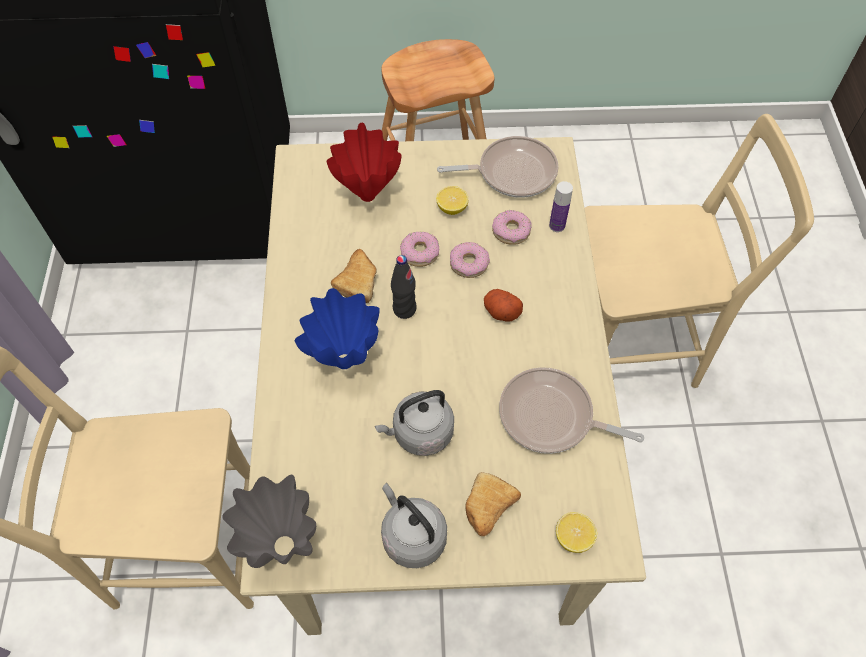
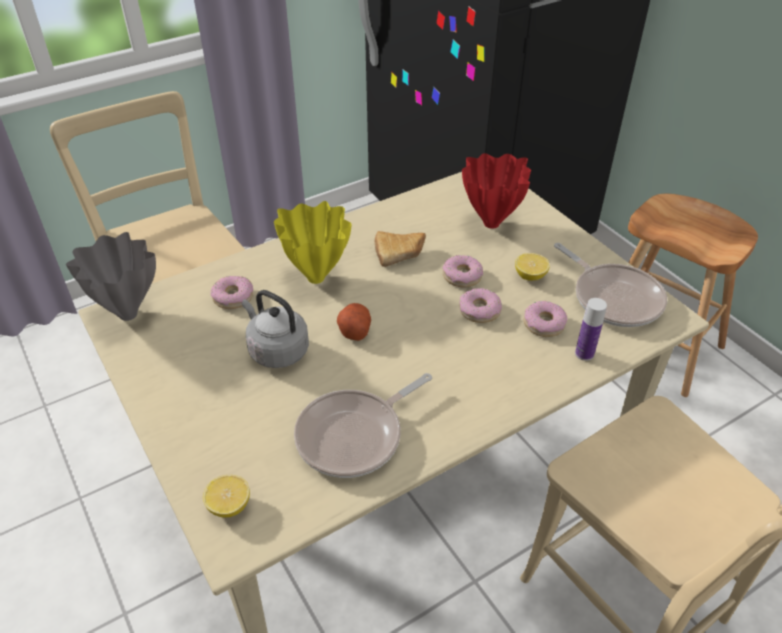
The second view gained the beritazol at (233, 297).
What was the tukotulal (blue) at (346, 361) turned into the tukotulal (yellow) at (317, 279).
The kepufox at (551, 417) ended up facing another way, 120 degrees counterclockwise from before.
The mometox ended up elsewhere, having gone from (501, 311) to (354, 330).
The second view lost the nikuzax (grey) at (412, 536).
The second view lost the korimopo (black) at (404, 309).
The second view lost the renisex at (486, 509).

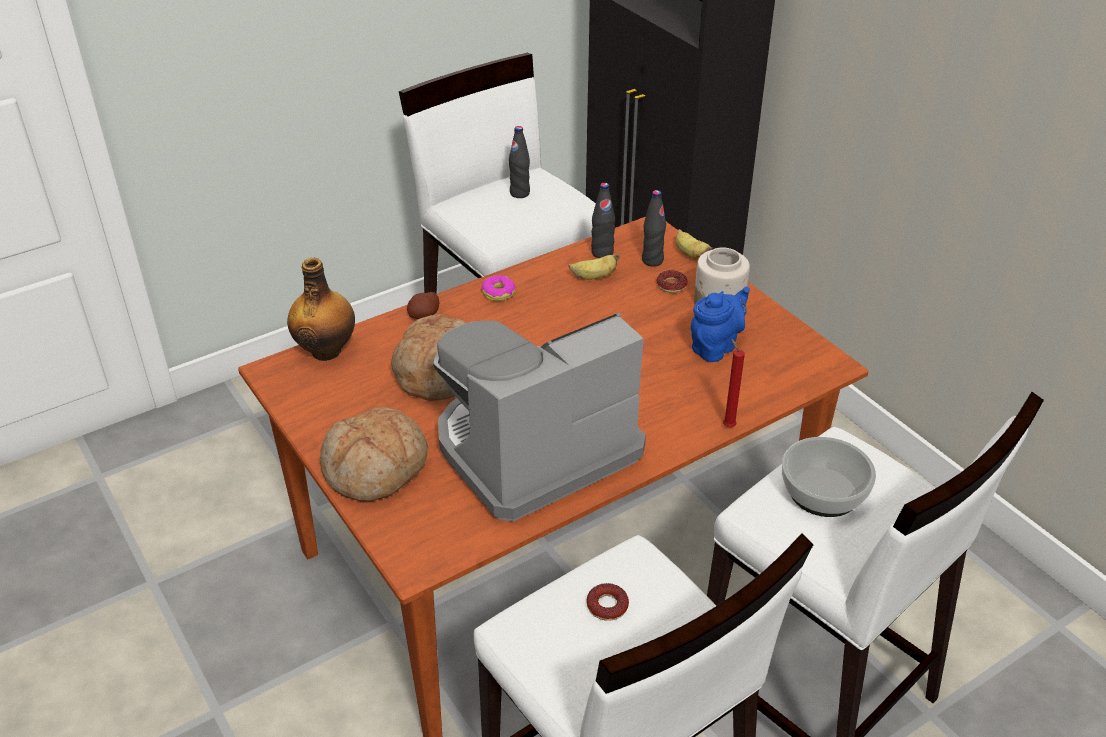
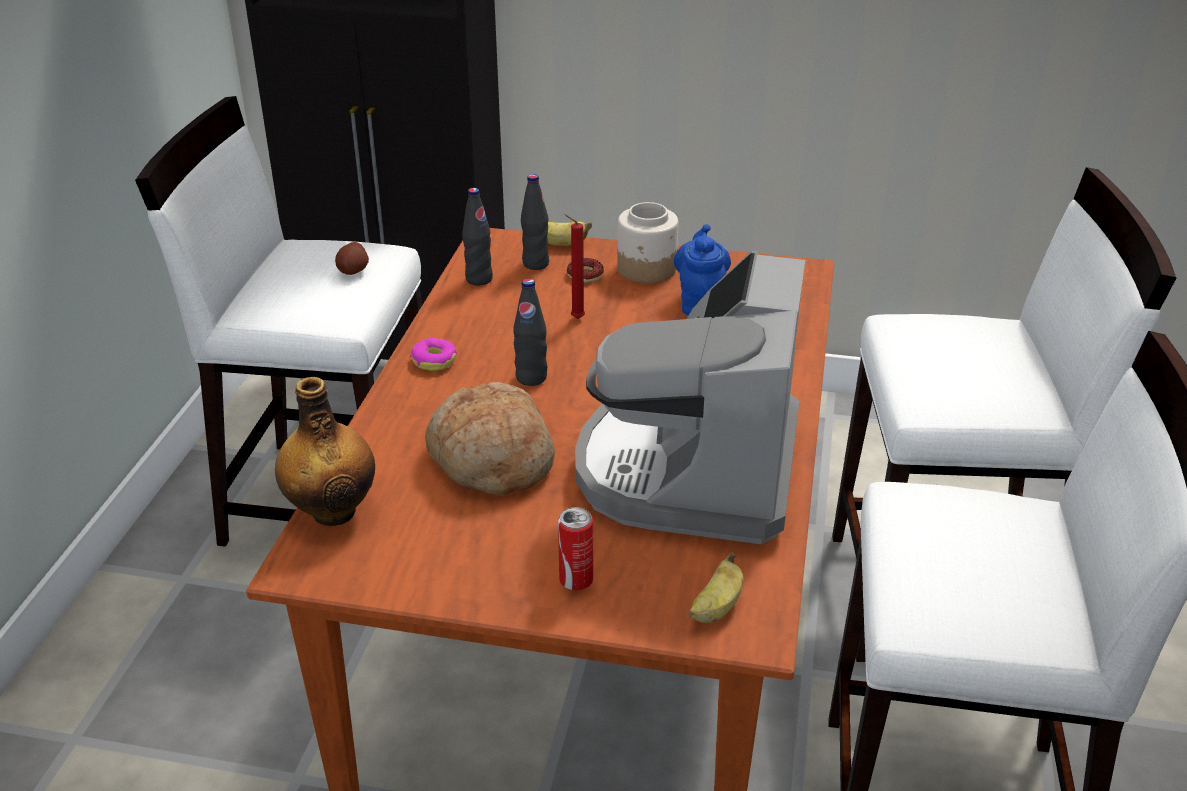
The mometox ended up elsewhere, having gone from (424, 315) to (353, 270).
The korimopo (black) ended up elsewhere, having gone from (519, 193) to (531, 378).
Where the renisex stood at (376, 468), the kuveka came to stand at (576, 580).
The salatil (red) ended up elsewhere, having gone from (727, 425) to (575, 318).
The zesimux ended up elsewhere, having gone from (594, 277) to (716, 608).
The second view lost the beritazol at (607, 605).
The second view lost the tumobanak at (824, 492).

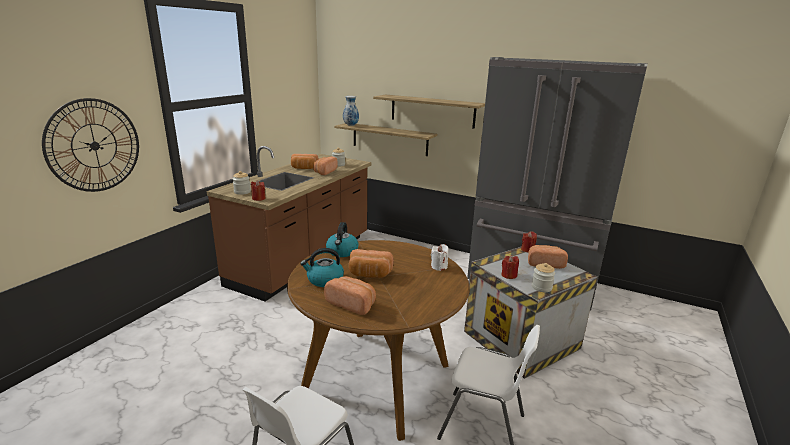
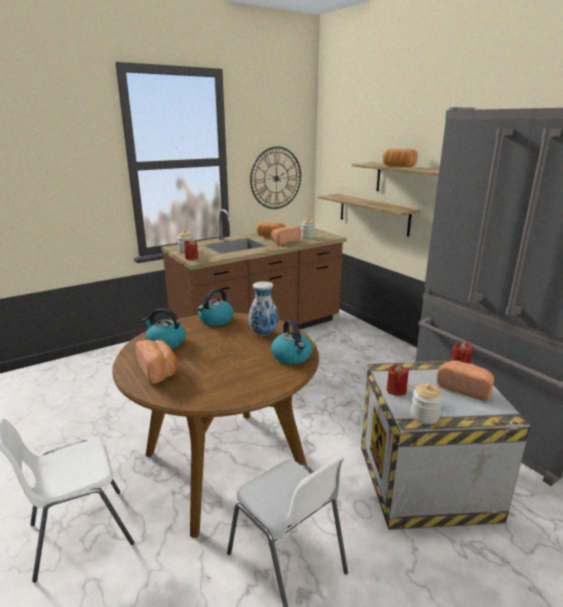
The tukotulal ended up elsewhere, having gone from (350, 125) to (263, 333).
The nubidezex ended up elsewhere, having gone from (94, 145) to (276, 178).
Where the salatil (white) stood at (439, 267), the nikuzax came to stand at (292, 356).
The renisex ended up elsewhere, having gone from (369, 274) to (397, 166).

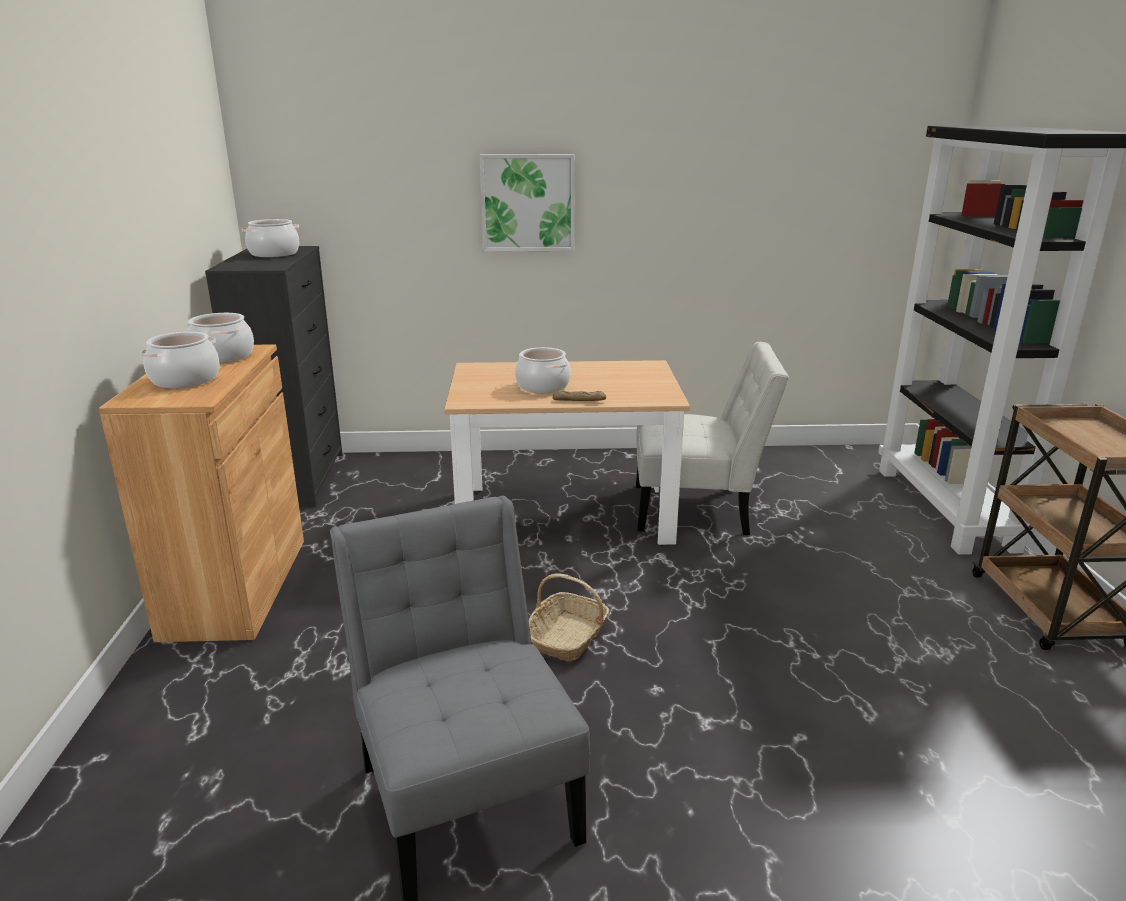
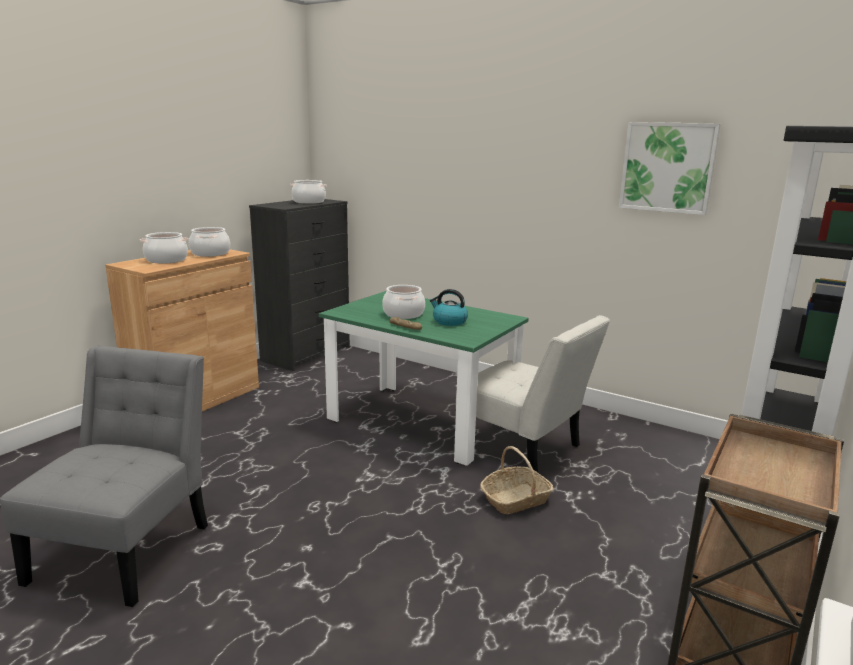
What was the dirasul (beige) at (564, 516) turned into the dirasul (green) at (421, 422).
The second view gained the nikuzax at (449, 321).
The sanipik ended up elsewhere, having gone from (568, 637) to (515, 499).
The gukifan ended up elsewhere, having gone from (528, 203) to (667, 167).

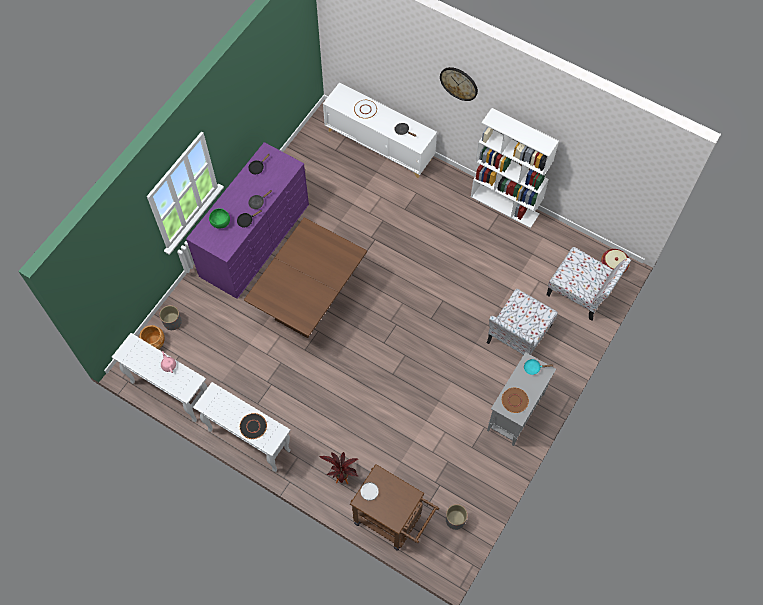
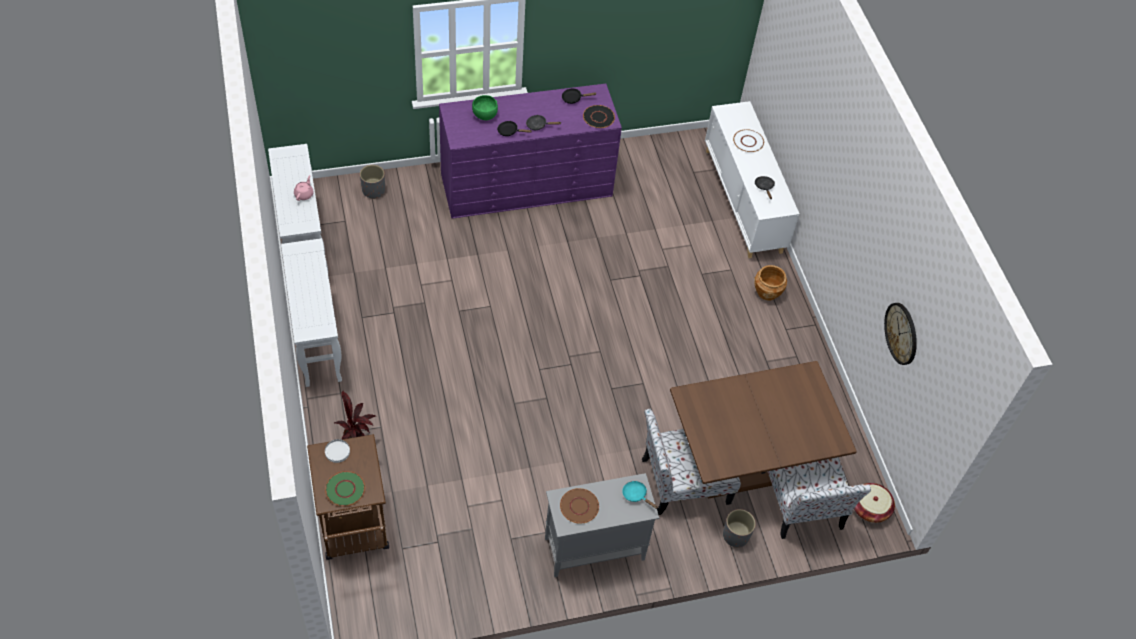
The second view gained the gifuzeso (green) at (345, 489).
The gifuzeso (black) ended up elsewhere, having gone from (253, 426) to (598, 117).
The dirasul (brown) ended up elsewhere, having gone from (310, 303) to (746, 465).
The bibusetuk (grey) ended up elsewhere, having gone from (455, 520) to (736, 536).
The bibusetuk (brown) ended up elsewhere, having gone from (154, 343) to (767, 292).
The nubidezex ended up elsewhere, having gone from (459, 83) to (901, 333).
The second view lost the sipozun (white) at (505, 205).

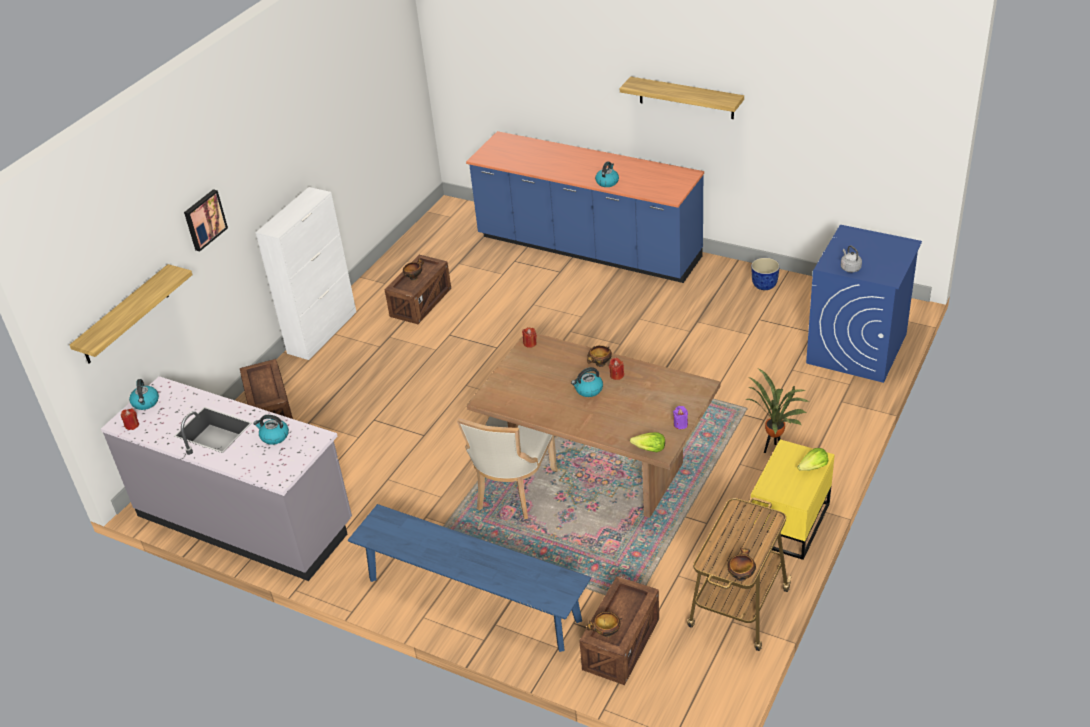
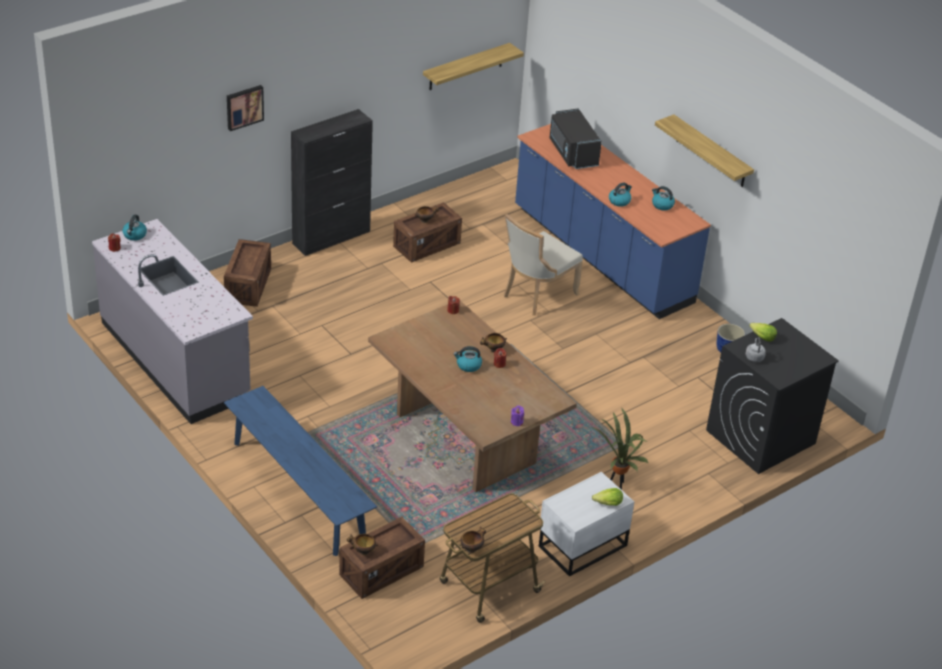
What was the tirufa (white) at (322, 332) turned into the tirufa (black) at (331, 237).
The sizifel ended up elsewhere, having gone from (124, 315) to (466, 67).
The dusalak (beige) ended up elsewhere, having gone from (513, 491) to (536, 295).
What was the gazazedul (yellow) at (788, 523) turned into the gazazedul (white) at (580, 545).
The second view gained the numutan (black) at (572, 153).
The nikuzax ended up elsewhere, having gone from (274, 436) to (662, 205).
What was the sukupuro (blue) at (856, 349) turned into the sukupuro (black) at (760, 437).
The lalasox ended up elsewhere, having gone from (649, 449) to (762, 337).

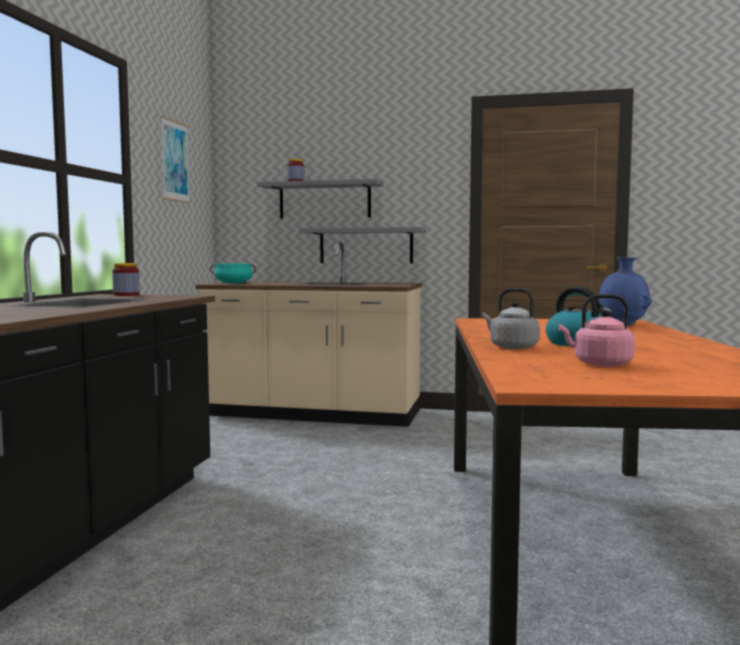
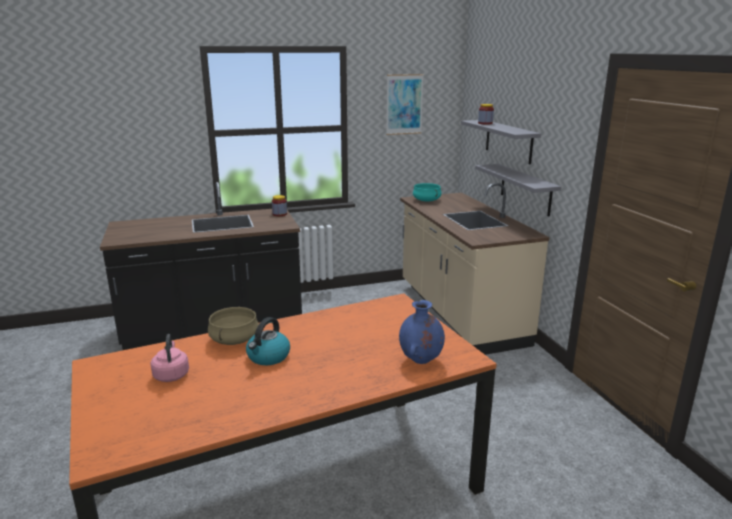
Where the nikuzax (grey) stood at (511, 347), the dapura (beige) came to stand at (234, 339).

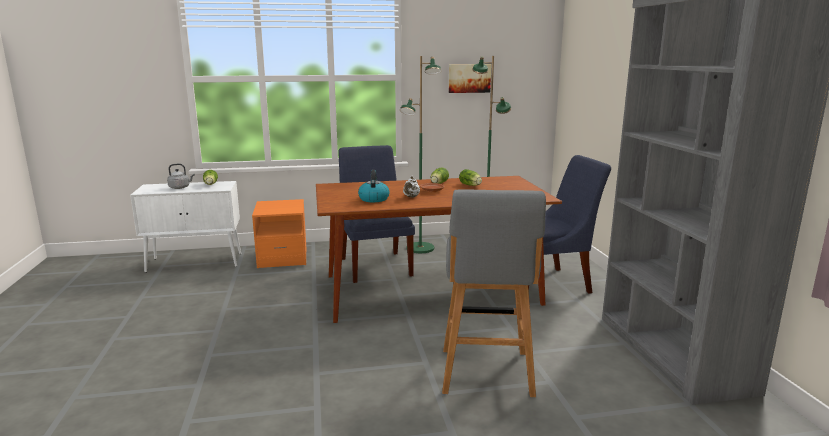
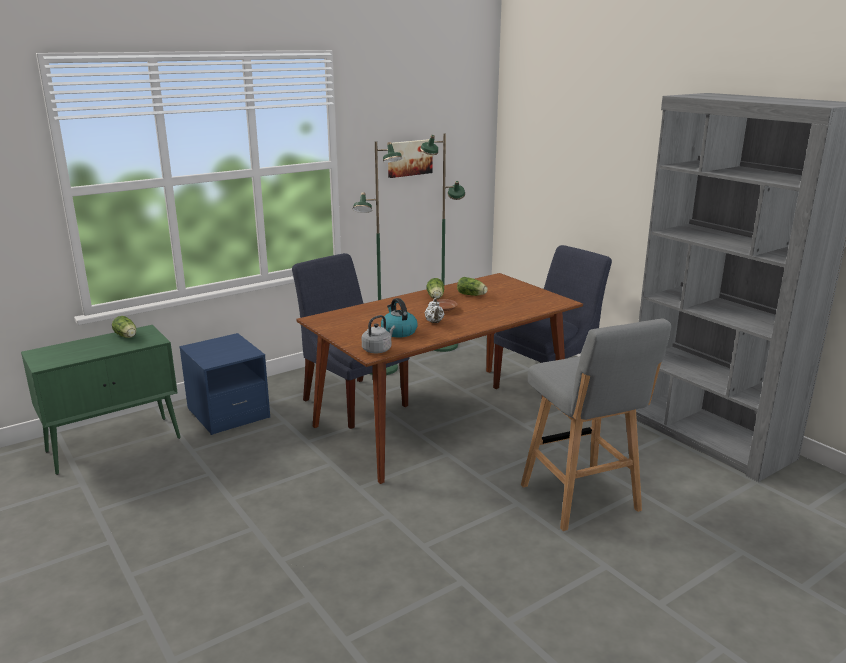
What was the tirufa (white) at (196, 262) turned into the tirufa (green) at (115, 444).
What was the gazazedul (orange) at (282, 258) turned into the gazazedul (blue) at (228, 413).
The nikuzax (grey) ended up elsewhere, having gone from (180, 187) to (378, 349).

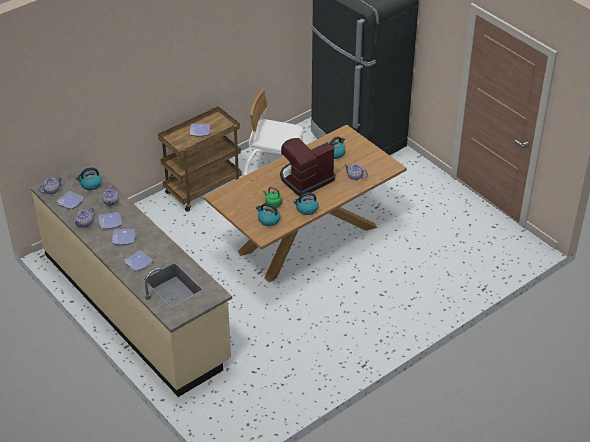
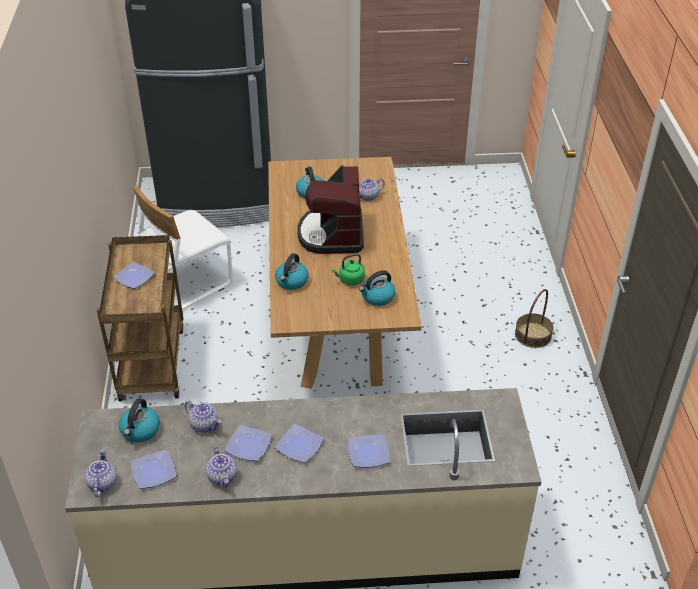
The nikuzax ended up elsewhere, having gone from (306, 209) to (291, 281).
The second view gained the sanipik at (533, 335).

